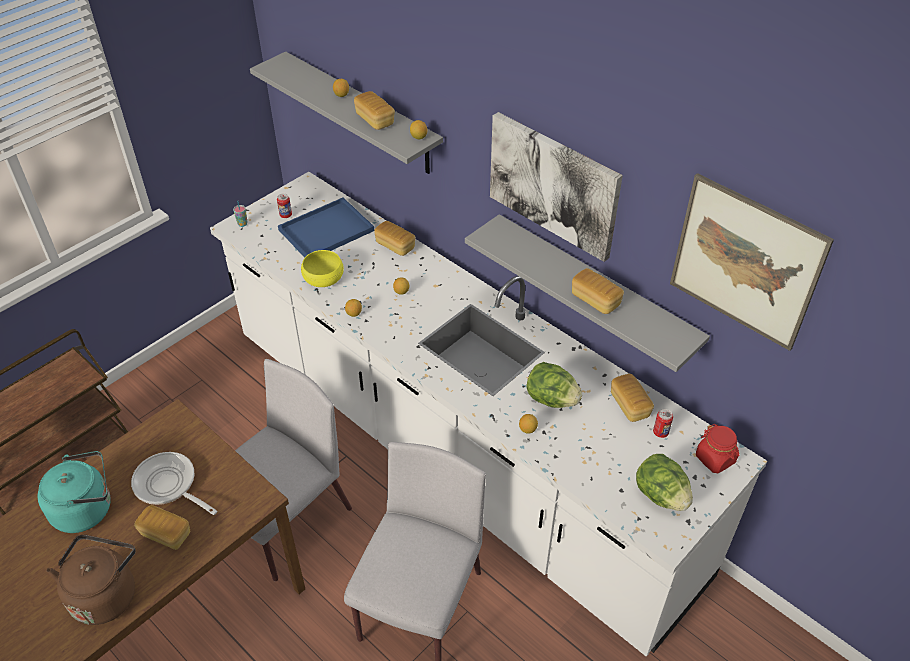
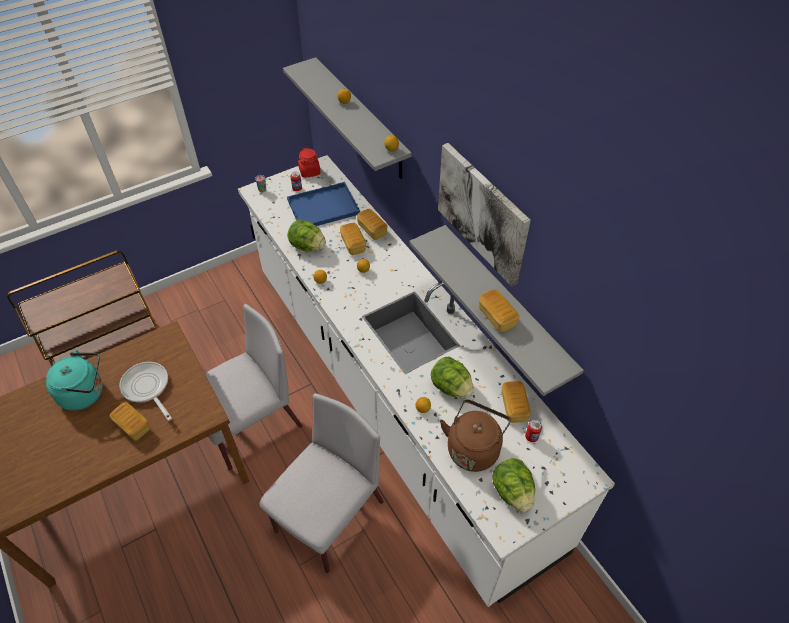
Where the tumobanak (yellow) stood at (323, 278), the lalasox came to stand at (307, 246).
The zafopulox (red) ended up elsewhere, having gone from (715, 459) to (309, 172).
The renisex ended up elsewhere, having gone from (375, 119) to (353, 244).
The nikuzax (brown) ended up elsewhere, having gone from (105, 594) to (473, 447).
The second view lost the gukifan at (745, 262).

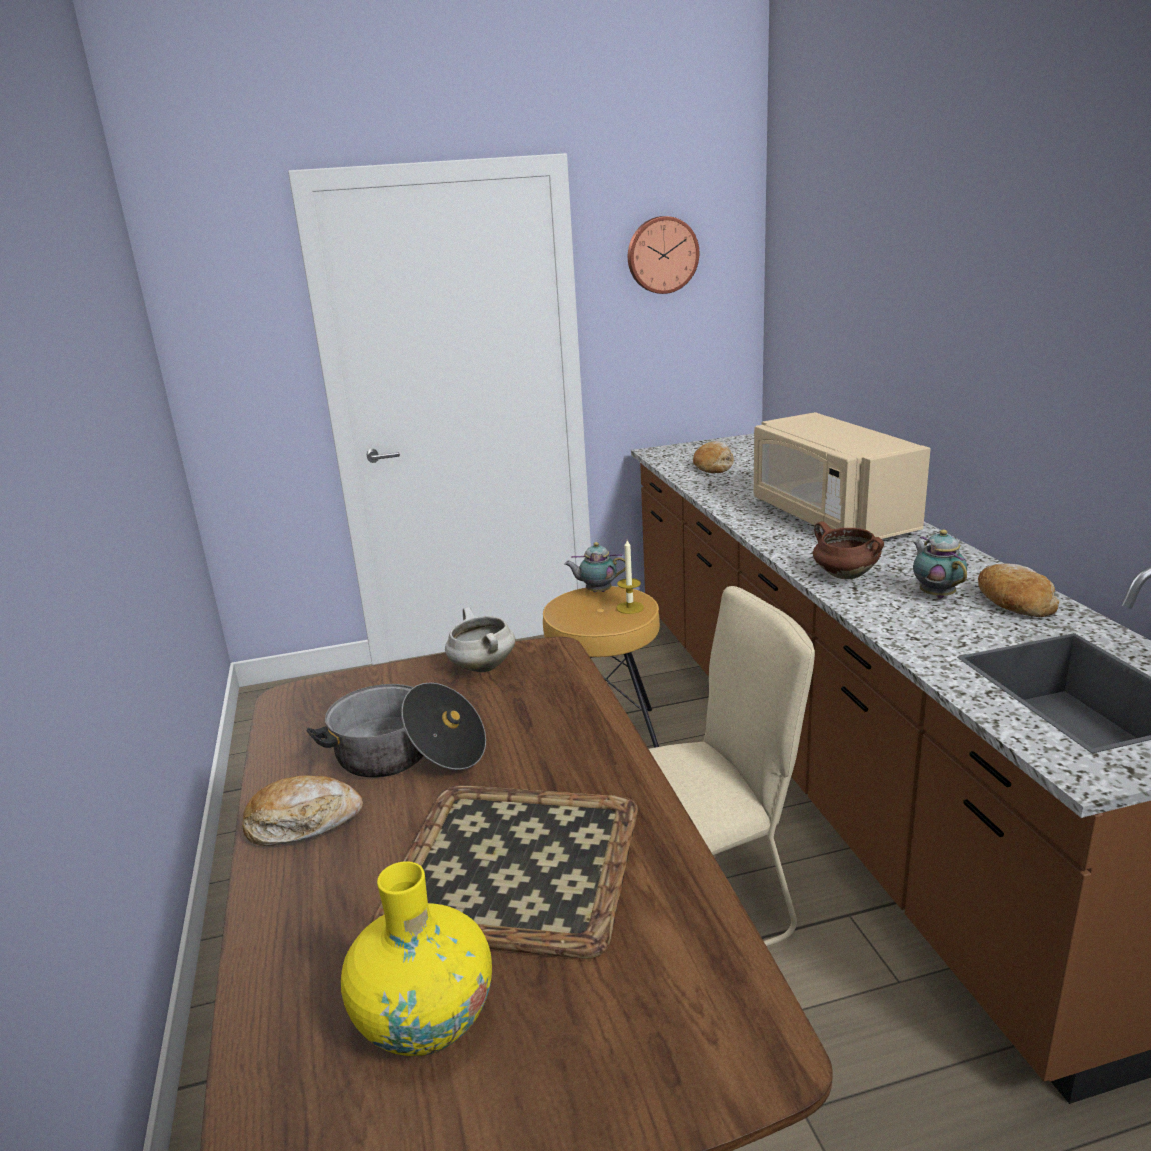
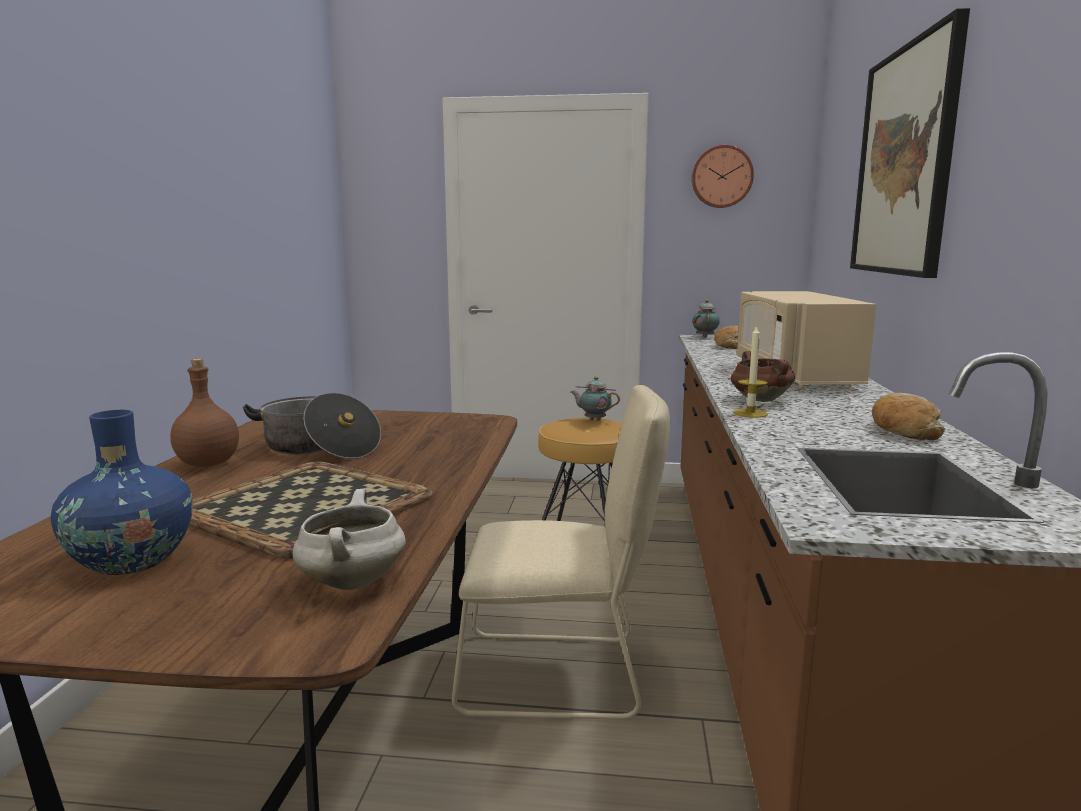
What was the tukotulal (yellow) at (425, 1019) turned into the tukotulal (blue) at (132, 560).
Where the renisex stood at (303, 822), the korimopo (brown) came to stand at (209, 463).
The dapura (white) ended up elsewhere, having gone from (481, 667) to (351, 581).
The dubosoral ended up elsewhere, having gone from (935, 594) to (705, 337).
The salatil ended up elsewhere, having gone from (630, 607) to (750, 413).
The second view gained the gukifan at (904, 161).

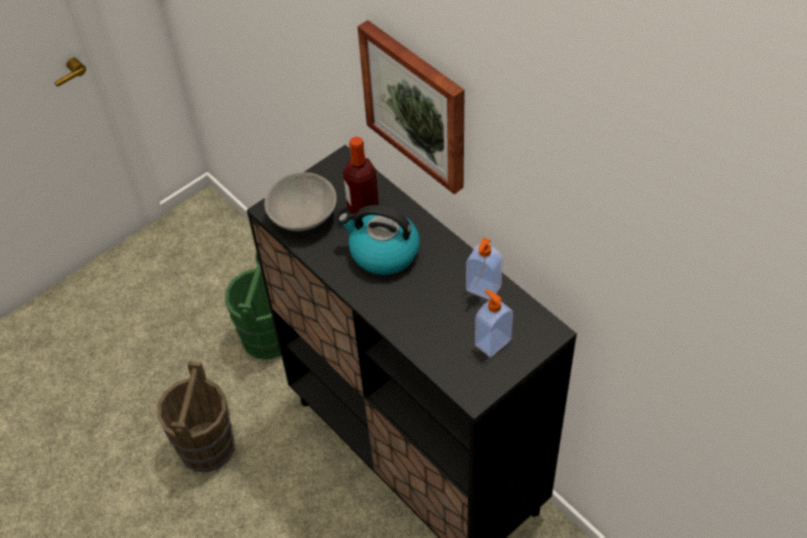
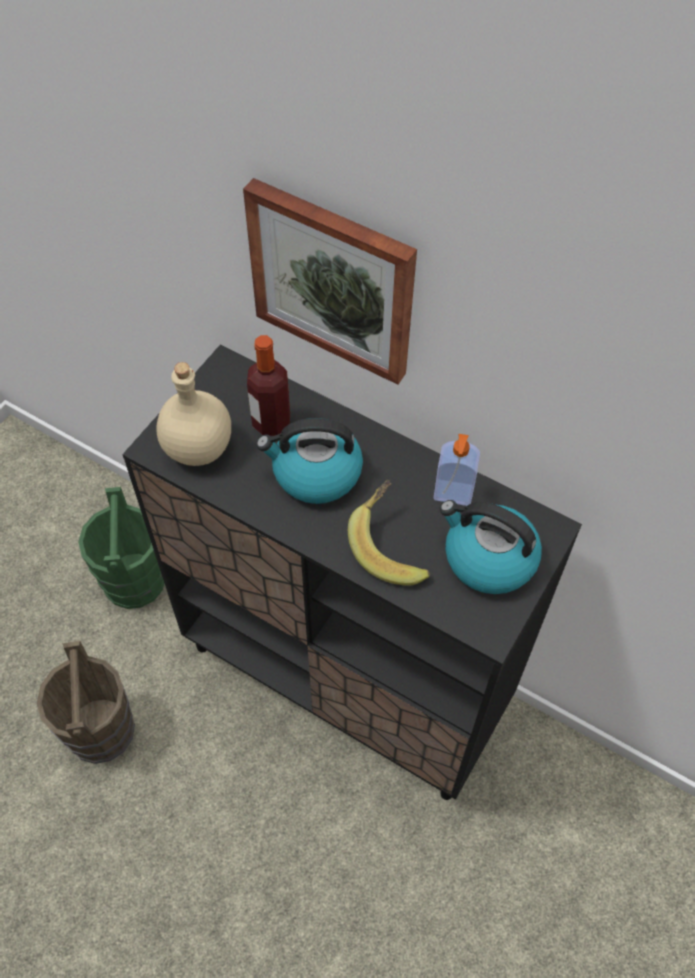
Where the tumobanak (grey) stood at (303, 215), the korimopo (beige) came to stand at (199, 446).
The second view gained the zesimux at (392, 545).
Where the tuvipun stood at (492, 342), the nikuzax came to stand at (488, 558).

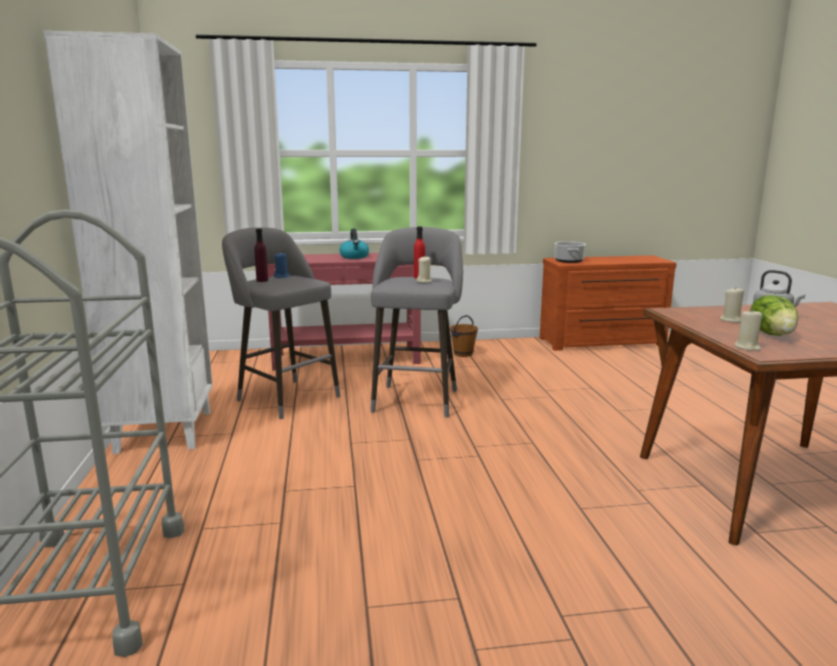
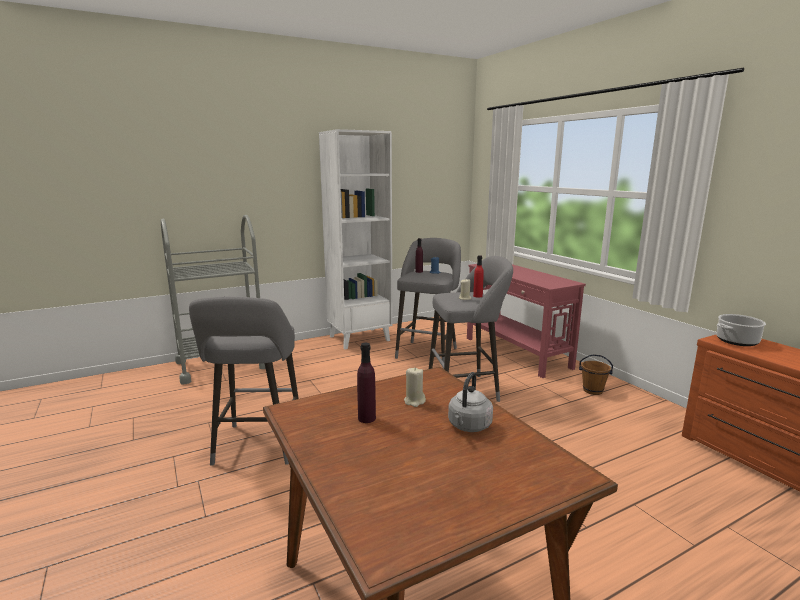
The second view gained the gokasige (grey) at (257, 447).
Where the lalasox stood at (772, 334), the korimopo (purple) came to stand at (367, 418).
The second view lost the nikuzax at (354, 257).
The second view lost the salatil (beige) at (747, 347).

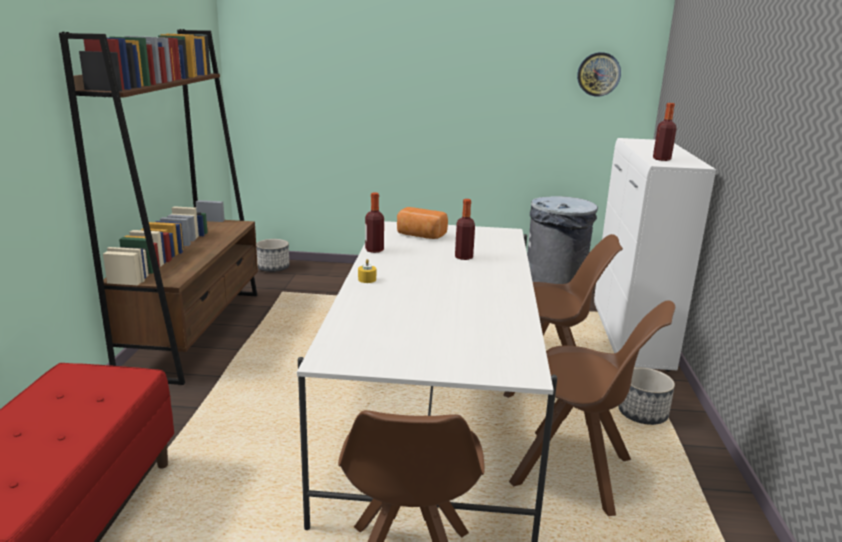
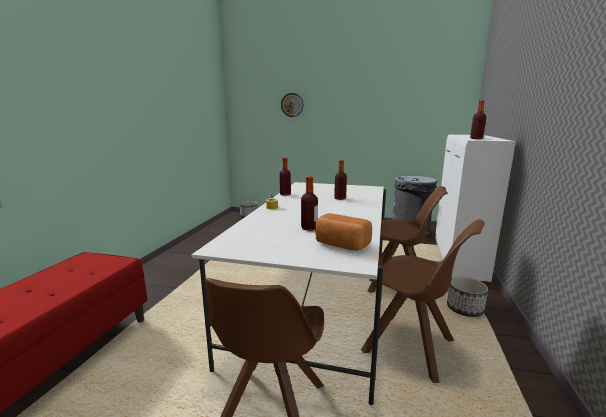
The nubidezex ended up elsewhere, having gone from (598, 74) to (292, 105).
The second view gained the korimopo at (309, 228).
The renisex ended up elsewhere, having gone from (420, 235) to (340, 245).
The second view lost the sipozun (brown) at (195, 331).

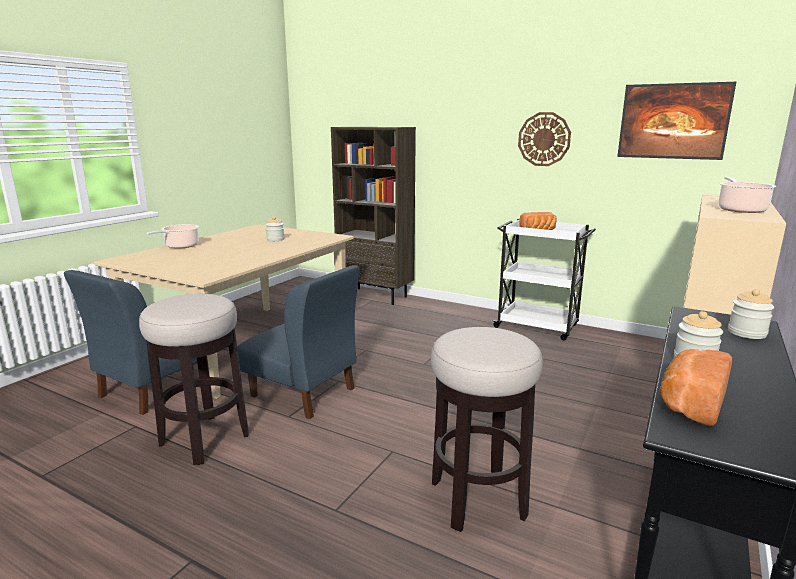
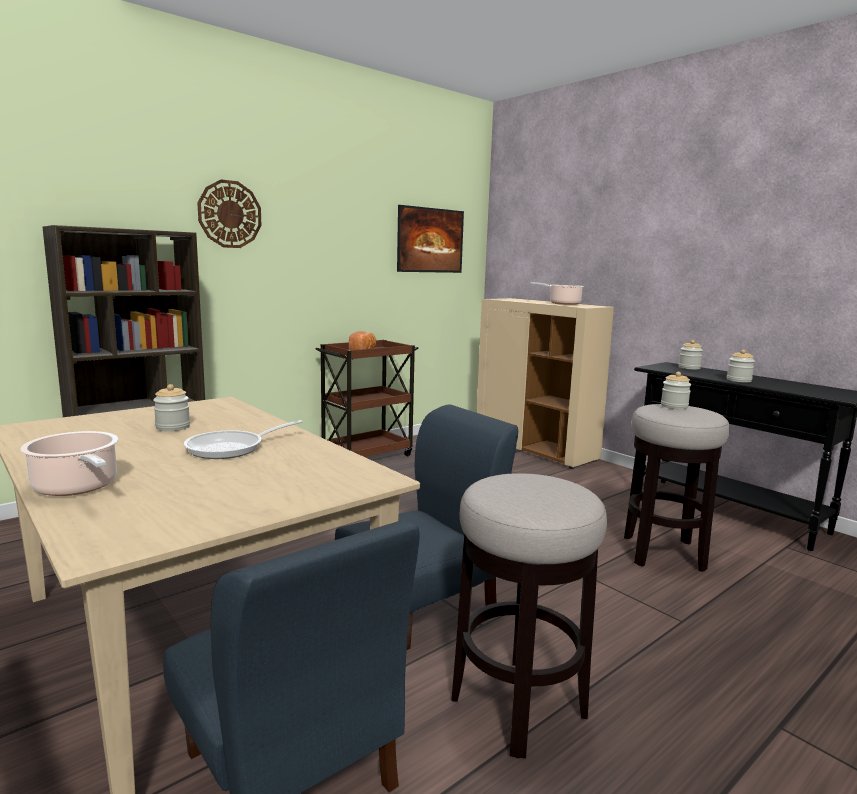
The second view gained the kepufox at (232, 448).
The nubidezex ended up elsewhere, having gone from (544, 139) to (230, 214).
What was the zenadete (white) at (538, 326) turned into the zenadete (brown) at (367, 456).
The second view gained the zafopulox at (674, 406).
The second view lost the renisex at (690, 403).

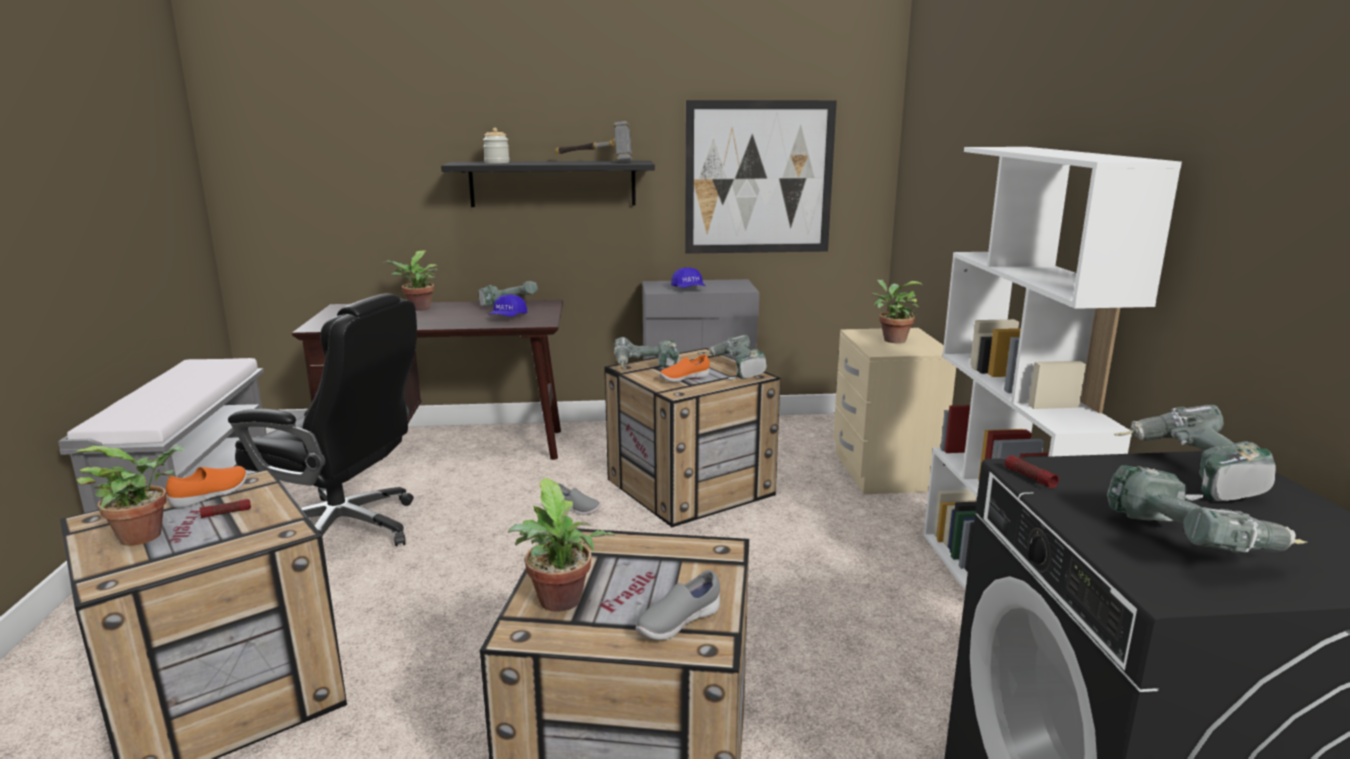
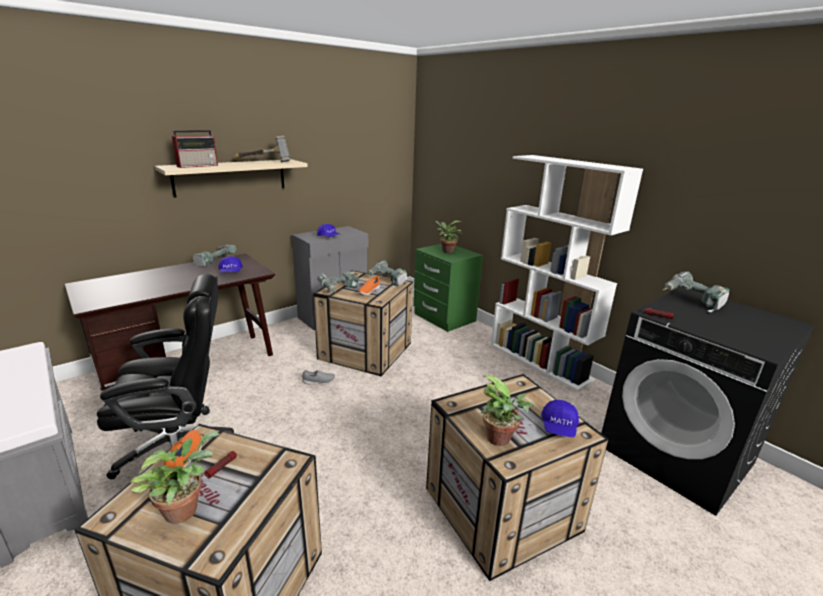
What was the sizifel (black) at (553, 183) turned into the sizifel (beige) at (230, 177).
Where the zafopulox stood at (497, 162), the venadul came to stand at (198, 166).
What was the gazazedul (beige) at (883, 472) turned into the gazazedul (green) at (443, 318).
Where the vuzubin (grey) stood at (677, 623), the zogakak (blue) came to stand at (559, 427).
The second view lost the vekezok at (418, 309).
The second view lost the gukifan at (759, 178).
The second view lost the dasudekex at (1192, 544).

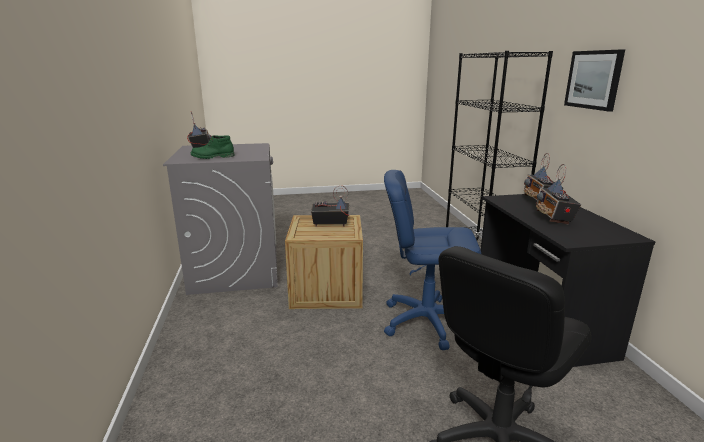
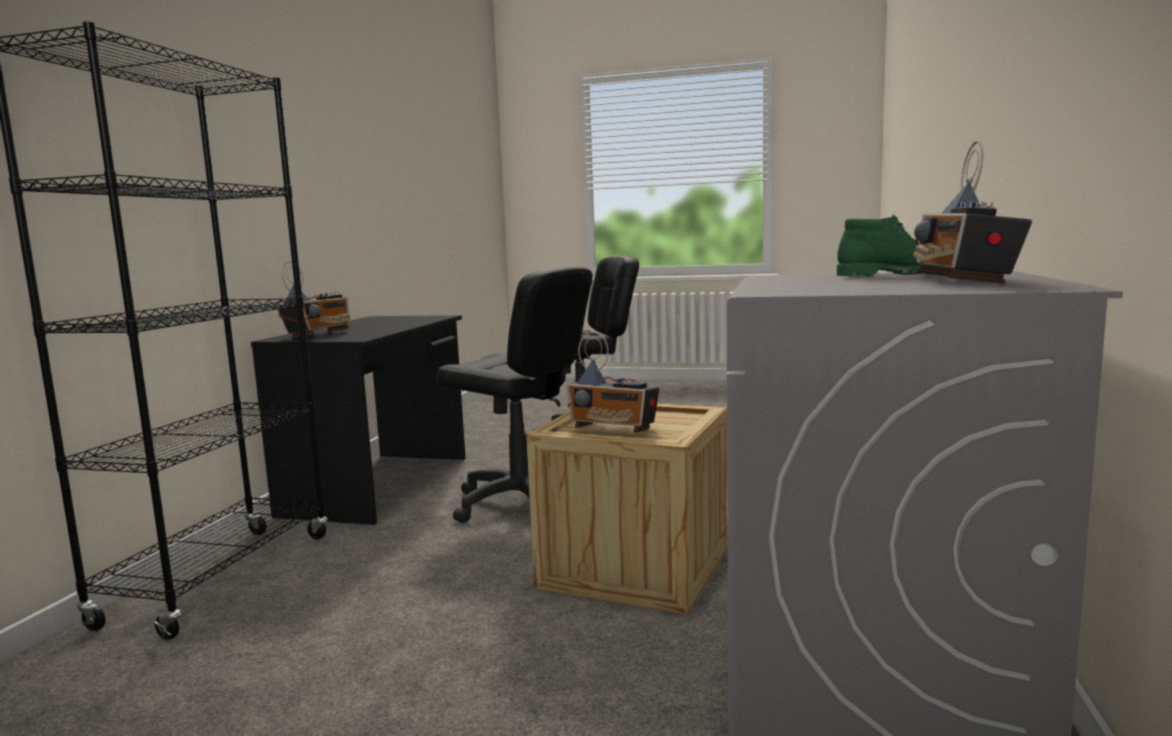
What was the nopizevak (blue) at (426, 321) turned into the nopizevak (black) at (521, 503).
The second view lost the venadul at (554, 218).
The second view lost the gukifan at (593, 79).

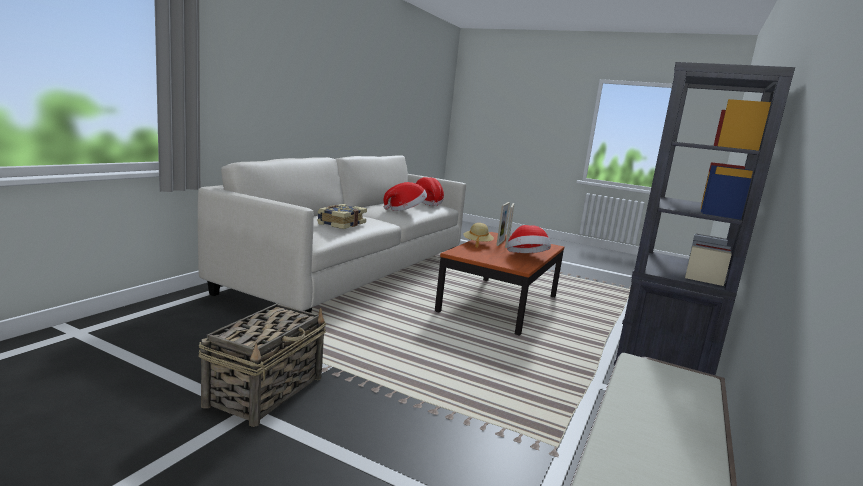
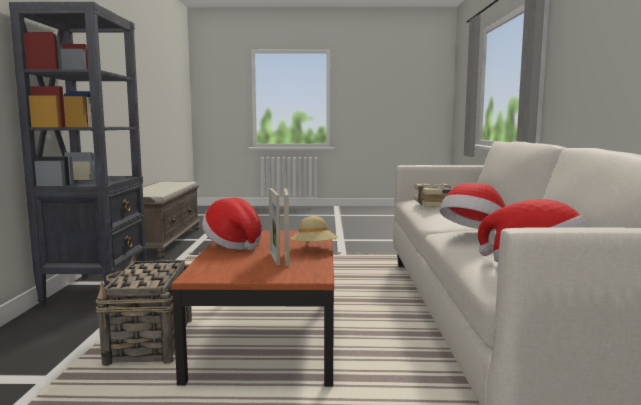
The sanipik ended up elsewhere, having gone from (266, 390) to (150, 341).

